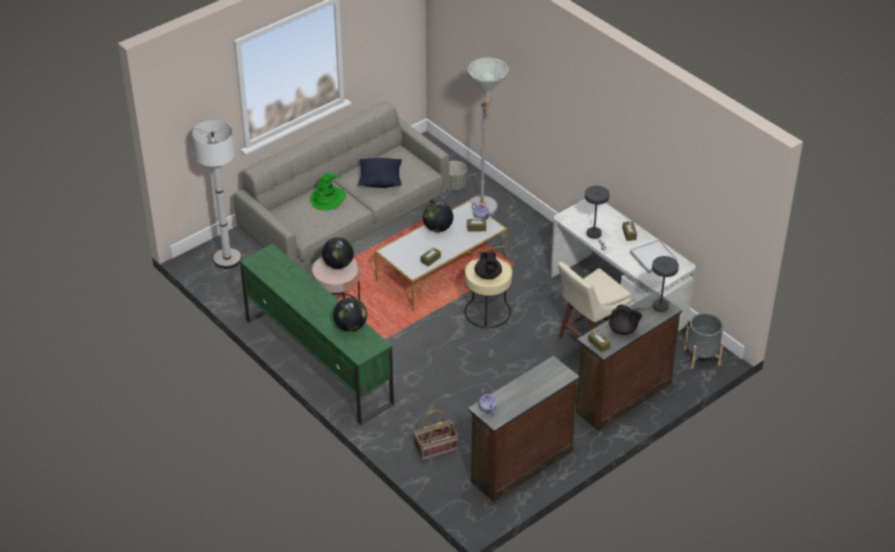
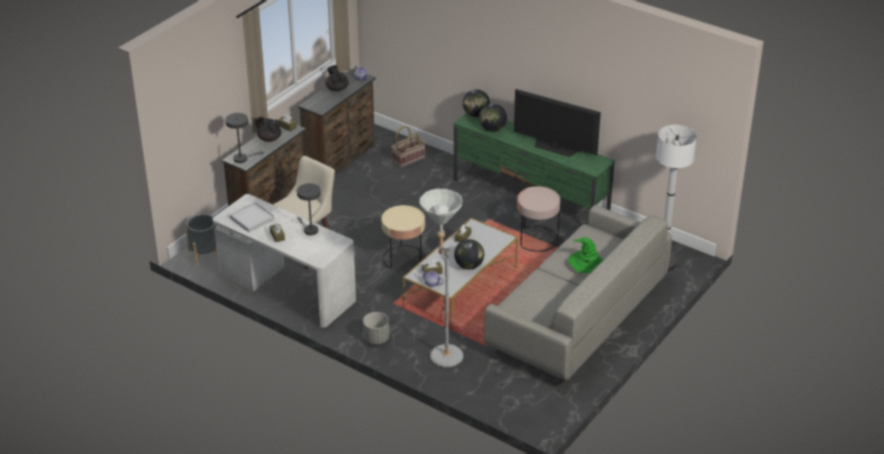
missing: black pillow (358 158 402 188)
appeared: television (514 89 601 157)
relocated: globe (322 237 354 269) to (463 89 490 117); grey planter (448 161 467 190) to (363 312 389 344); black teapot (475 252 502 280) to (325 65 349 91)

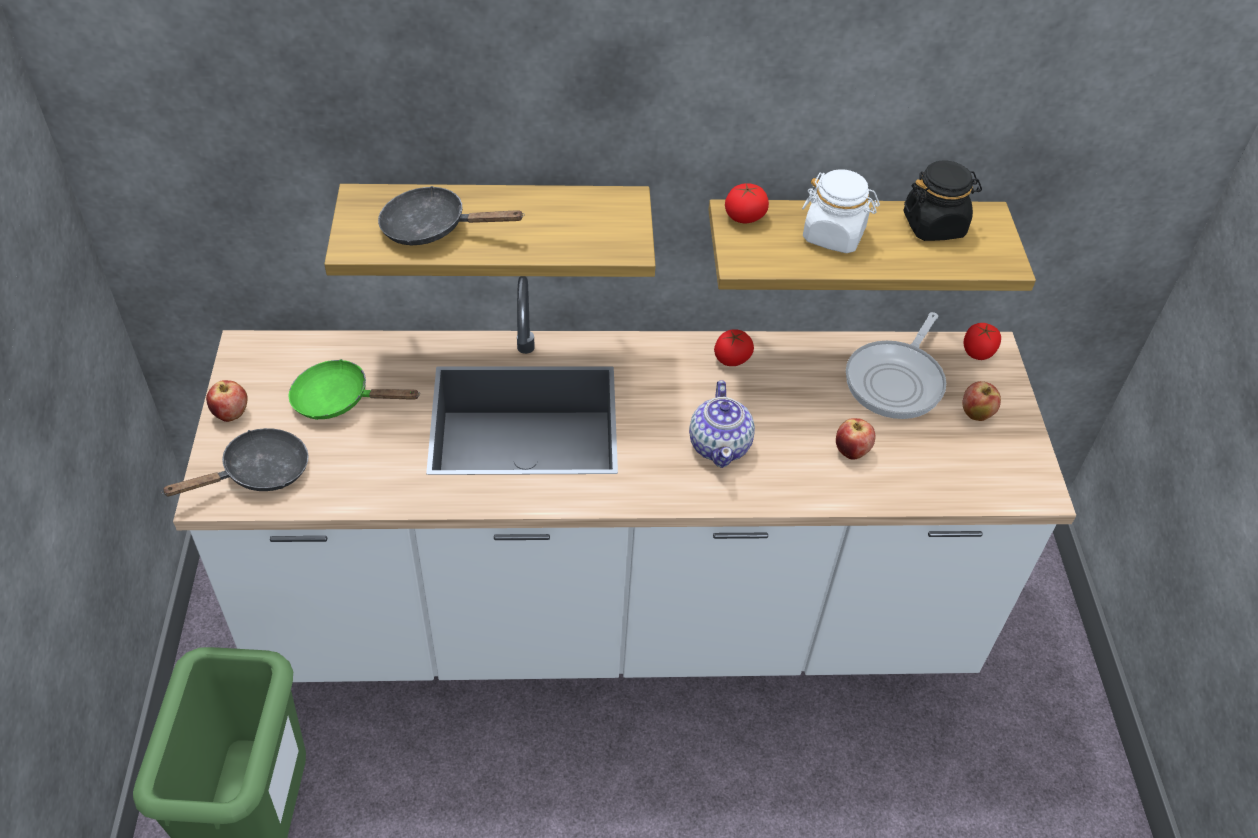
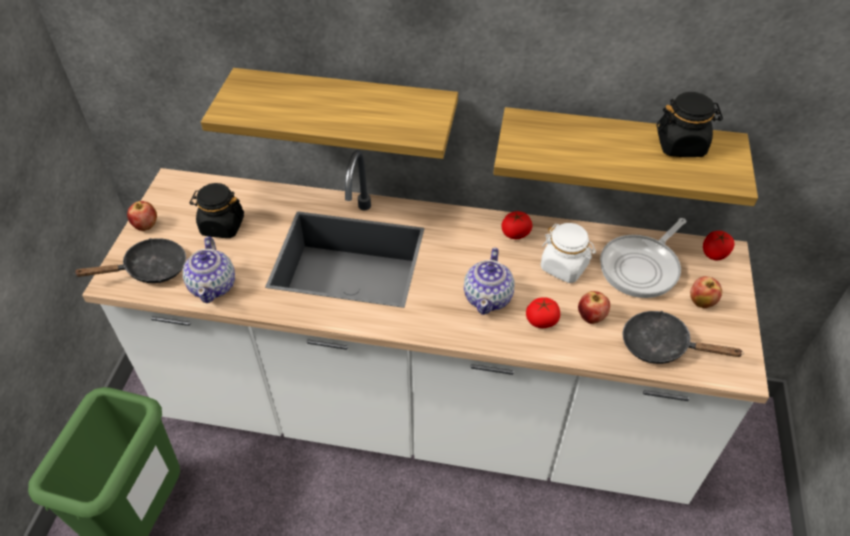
appeared: teapot (183 236 235 303)
relocated: black frying pan (378 186 525 246) to (622 311 744 364); tomato (725 183 769 224) to (526 297 560 328); white jar (802 169 880 253) to (541 223 596 283)
exchanged: green frying pan (289 359 420 420) to black jar (190 183 244 238)

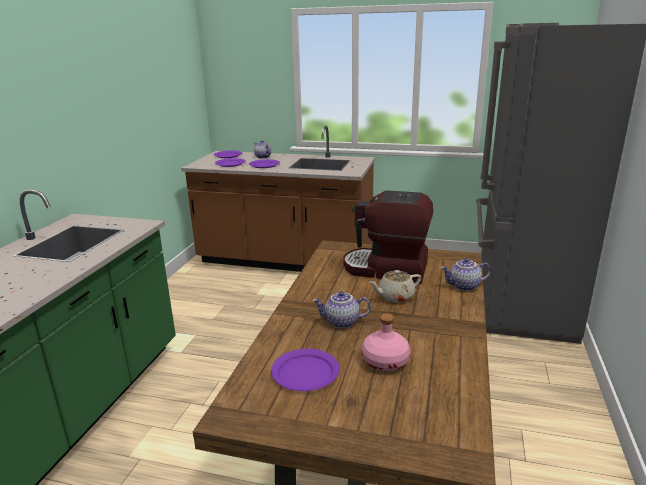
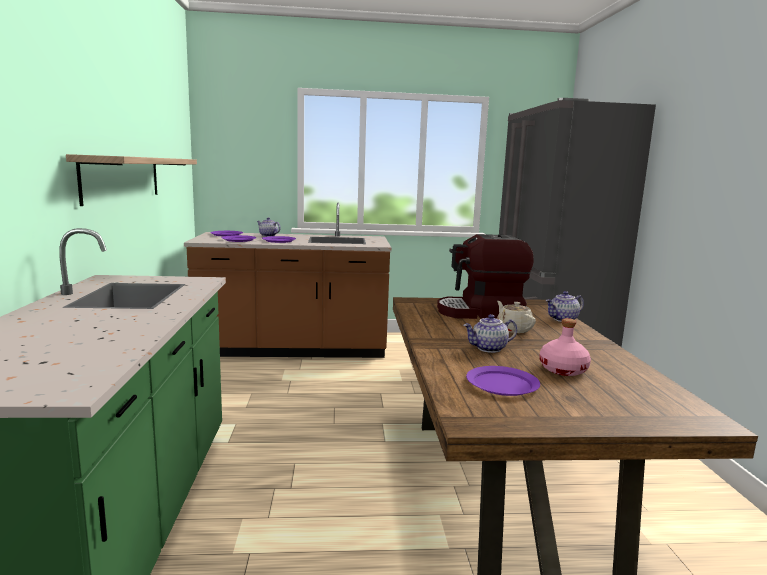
appeared: shelf (66 154 197 206)
spun: beige teapot (369 270 421 303) = (497 301 536 333) 105 degrees clockwise

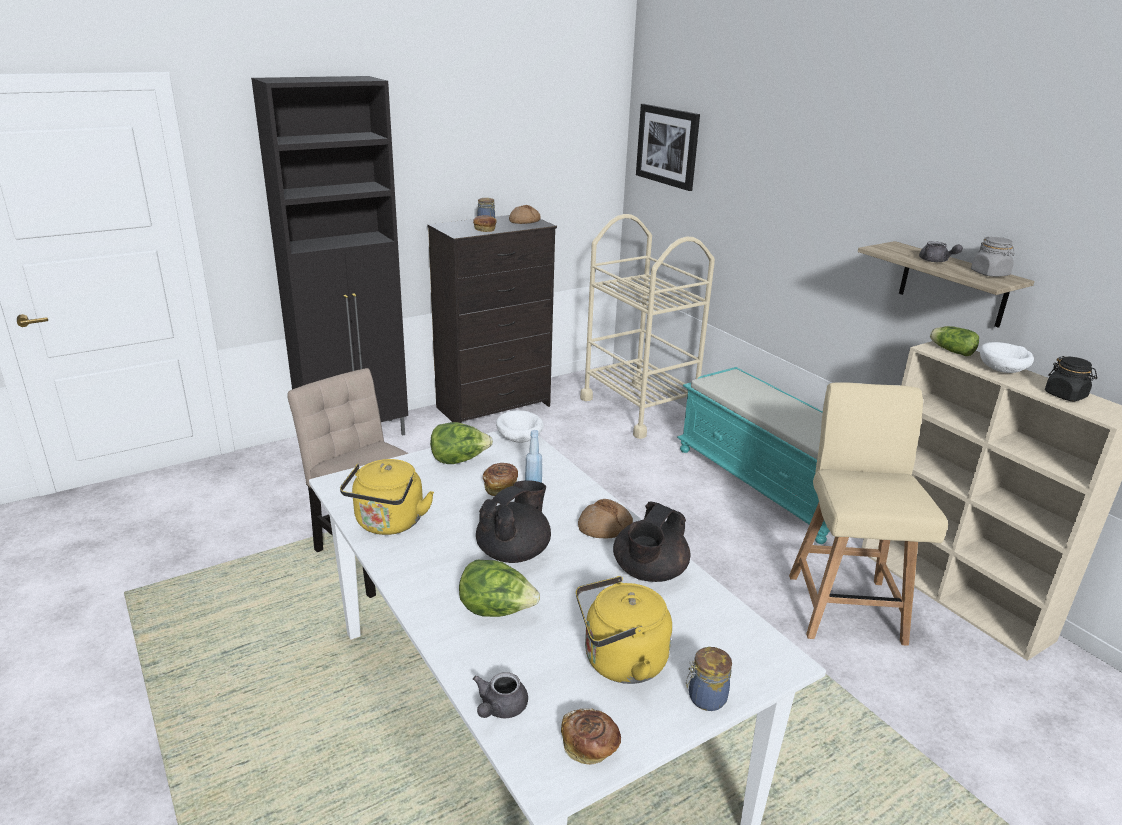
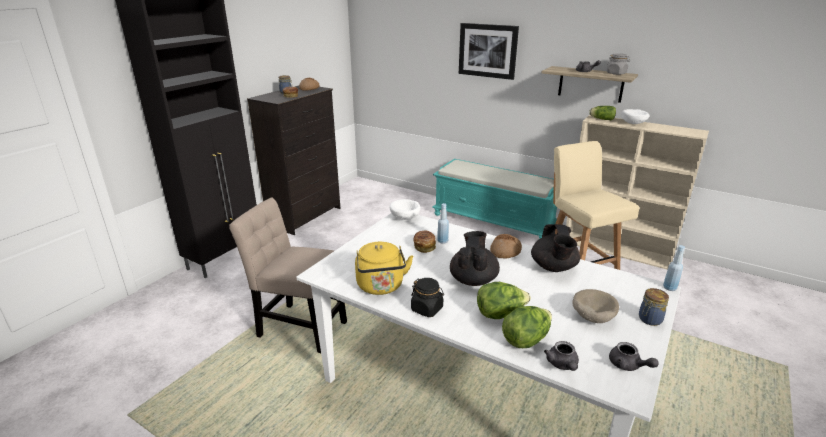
missing: beige cart (580 214 715 439)
appeared: blue bottle (663 245 685 291)
relocated: lettuce (430 422 493 464) to (502 306 552 348); picture (636 104 700 191) to (459 23 519 80); black jar (1045 356 1097 402) to (411 278 444 317)
exchanged: bread (561 708 621 765) to grey teapot (609 342 659 371); yellow kettle (576 576 672 684) to beige bowl (572 289 619 323)

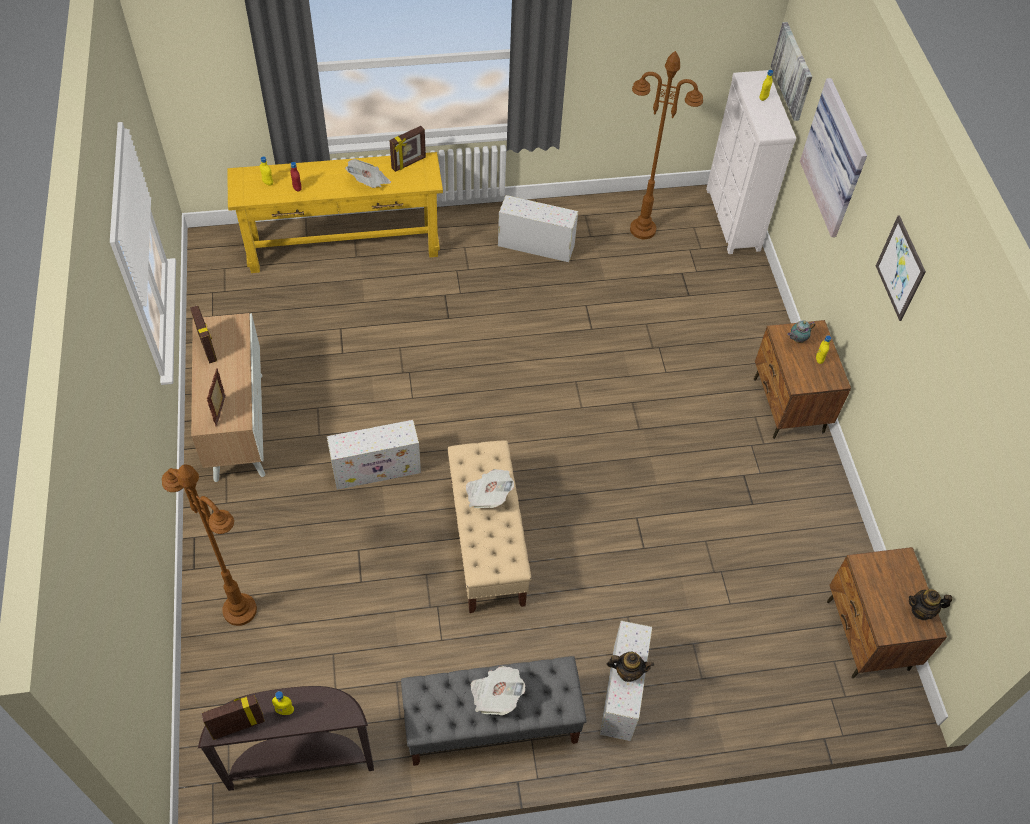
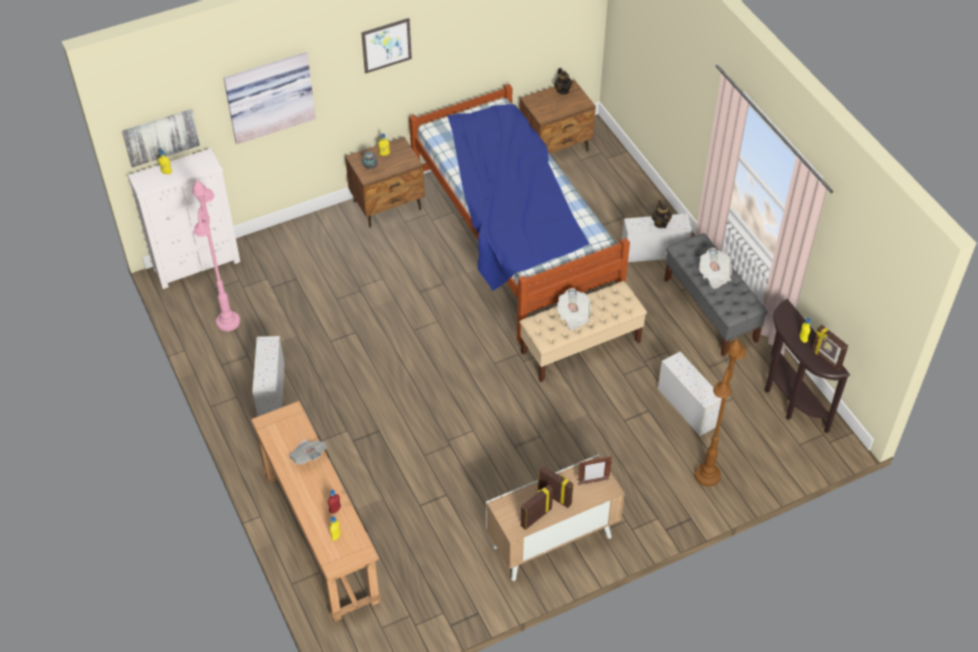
appeared: bed (409 84 630 344)
relocated: white storage box (327 420 421 490) to (658 352 722 436); picture frame (390 126 426 172) to (538 465 574 508)
colour: yellow console table (227 152 443 273) to brown console table (251 401 381 622); brown floor lamp (630 51 703 239) to pink floor lamp (193 180 240 331)

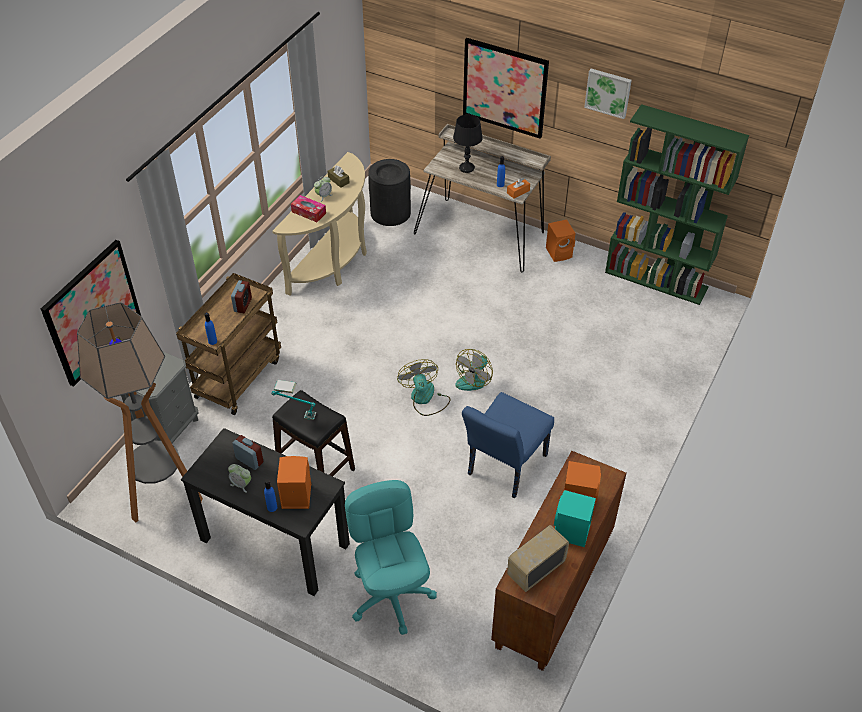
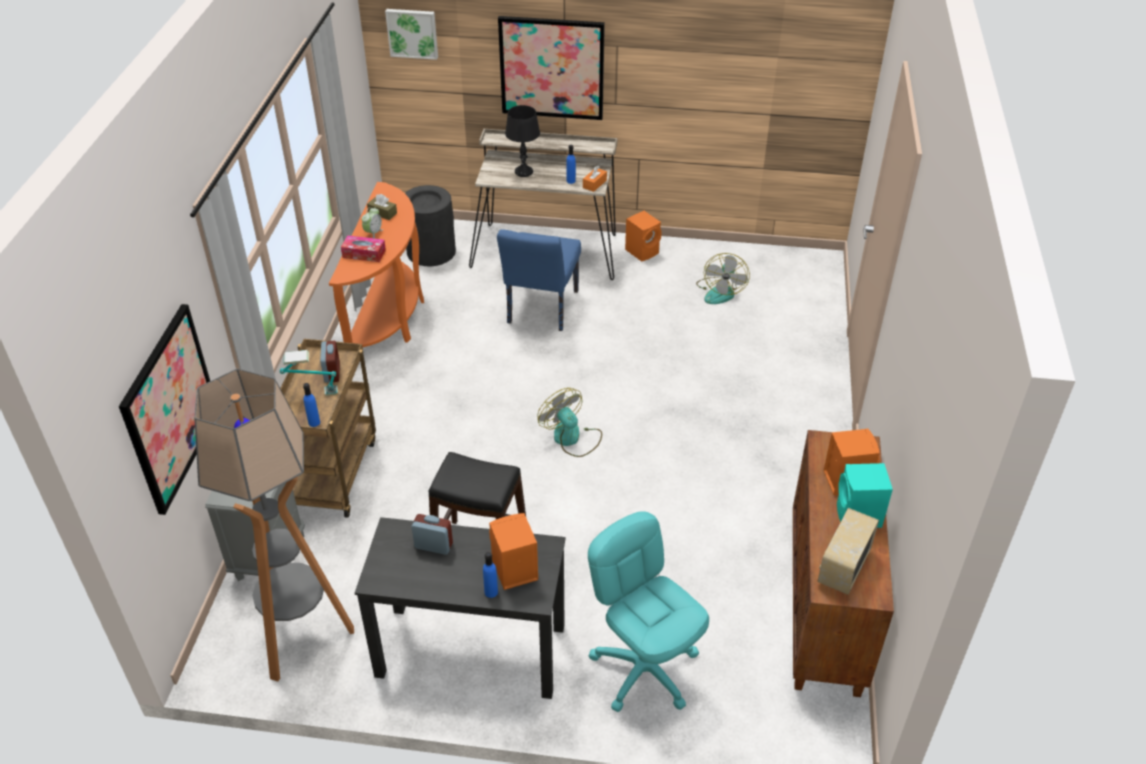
missing: alarm clock (228 464 251 493); green bookcase (605 104 749 305)
relocated: table lamp (271 380 316 420) to (280 350 338 395); fan (455 349 493 391) to (696 253 750 304); blue chair (462 392 554 498) to (497 229 581 331); picture (584 69 632 119) to (385 9 438 60)
colour: beige console table (272 152 367 296) to orange console table (329 182 424 347)

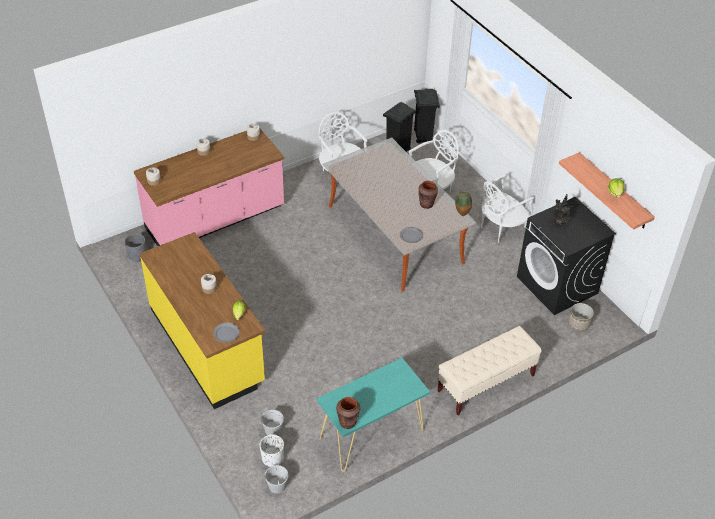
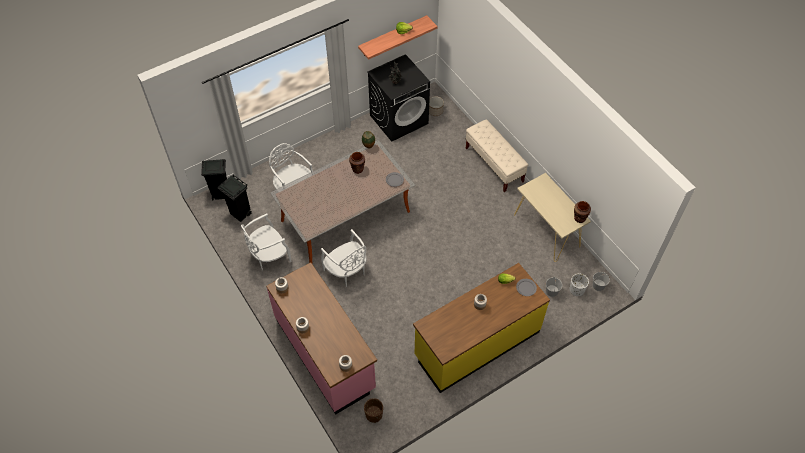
relocated: white chair (481 174 534 243) to (321 229 367 287)
colour: grey planter (124 233 146 262) to brown planter (364 398 383 423); turquoise console table (317 358 430 472) to beige console table (514 173 591 262)

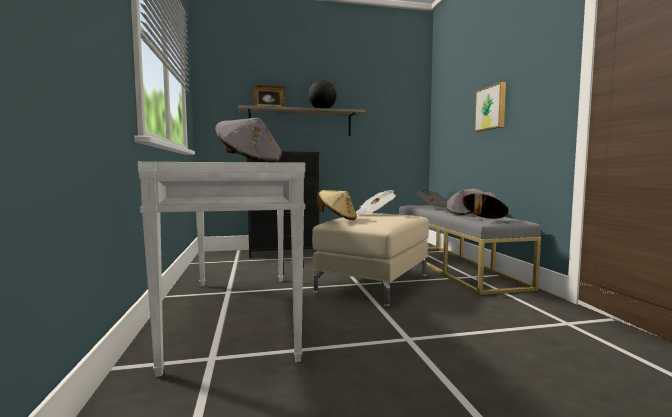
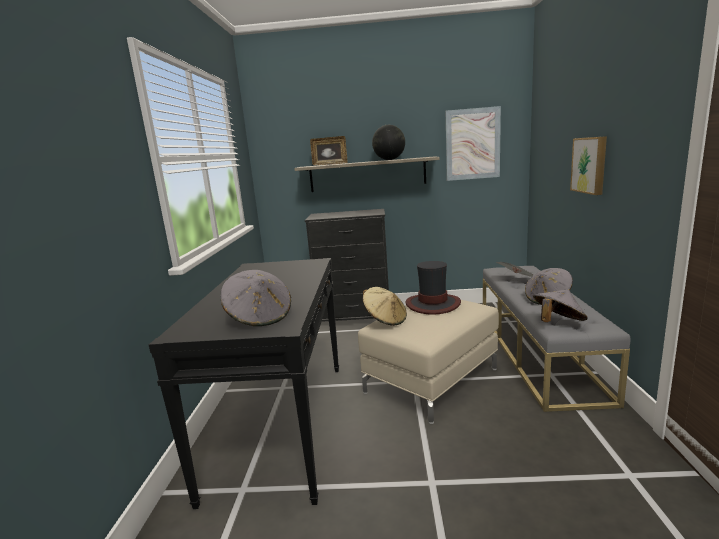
appeared: picture (446 106 501 181)
exchanged: newspaper (356 190 396 215) to hat (406 261 461 315)
colour: white console table (138 162 305 377) to black console table (149 258 339 509)

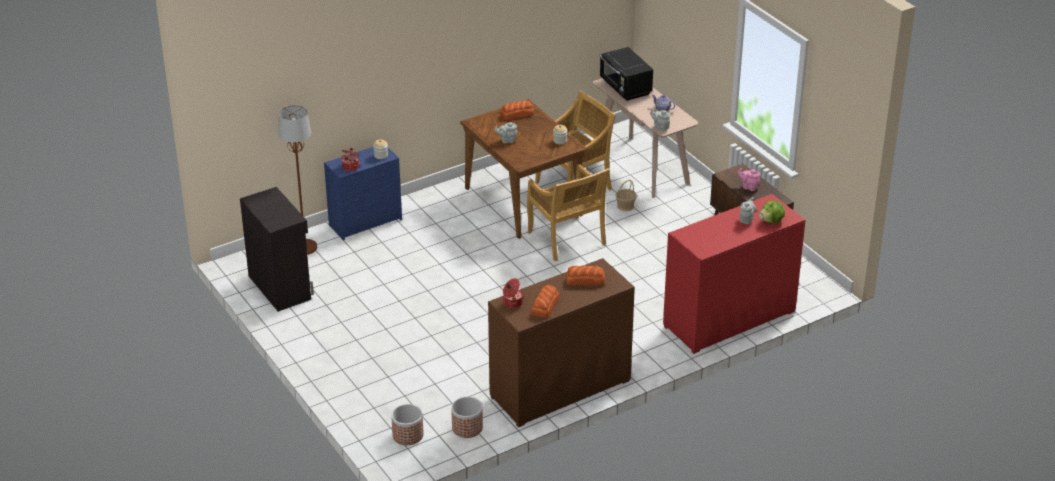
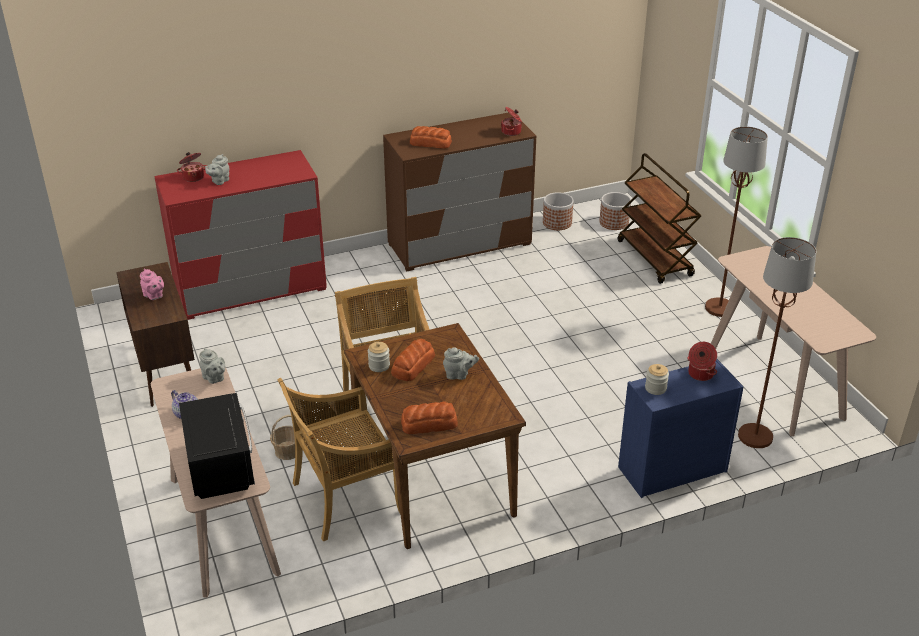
appeared: brown cart (617 153 701 284); brown floor lamp (705 126 768 317)
relocated: bread (531 285 559 318) to (391 339 435 381)
exchanged: black cabinet (240 187 314 312) to beige console table (711 246 876 436); lettuce (759 201 785 223) to cooking pot (177 152 206 182)

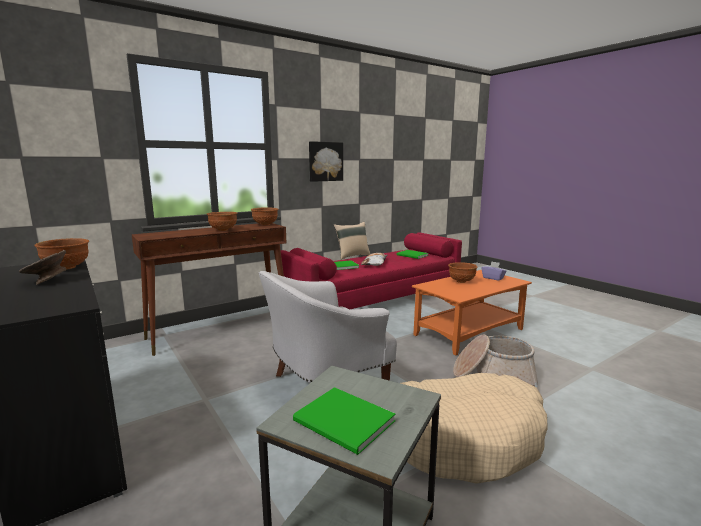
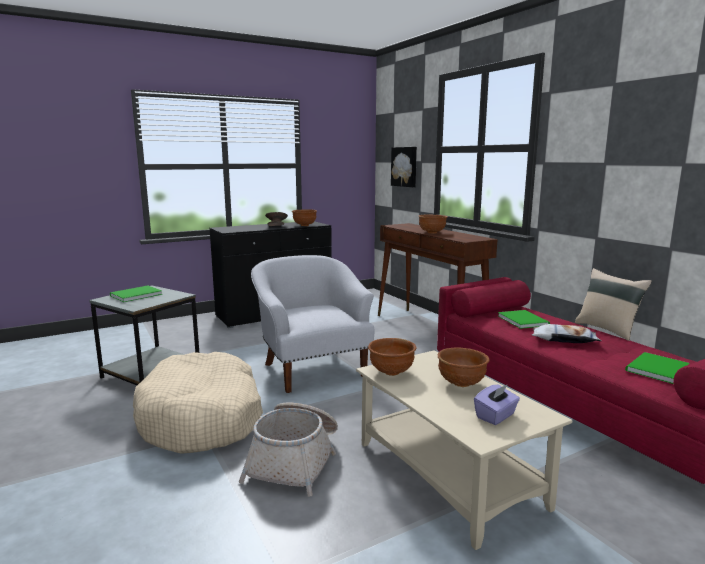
relocated: brown bowl (251 207 279 226) to (368 338 416 376); picture (309 141 343 182) to (391 147 417 187)
colour: orange coffee table (412 270 532 356) to beige coffee table (356 351 572 550)

